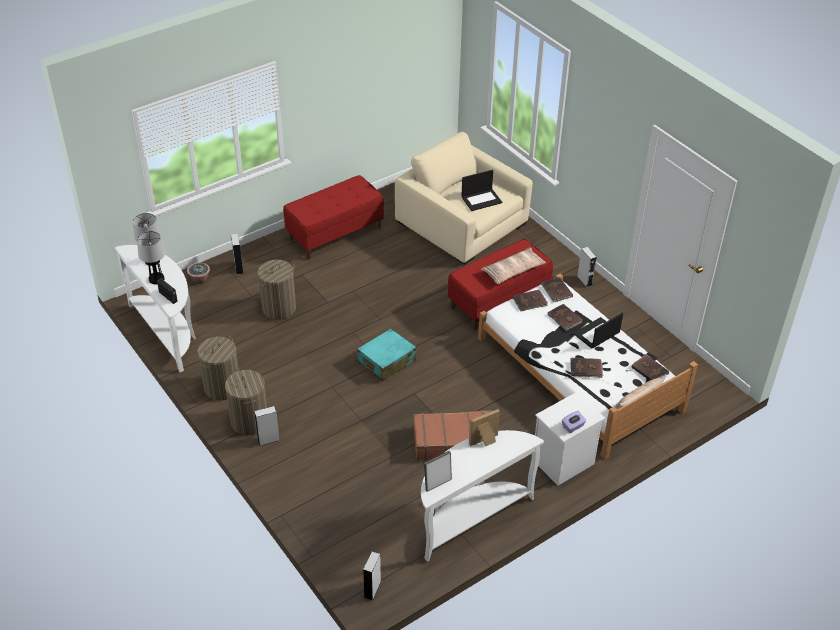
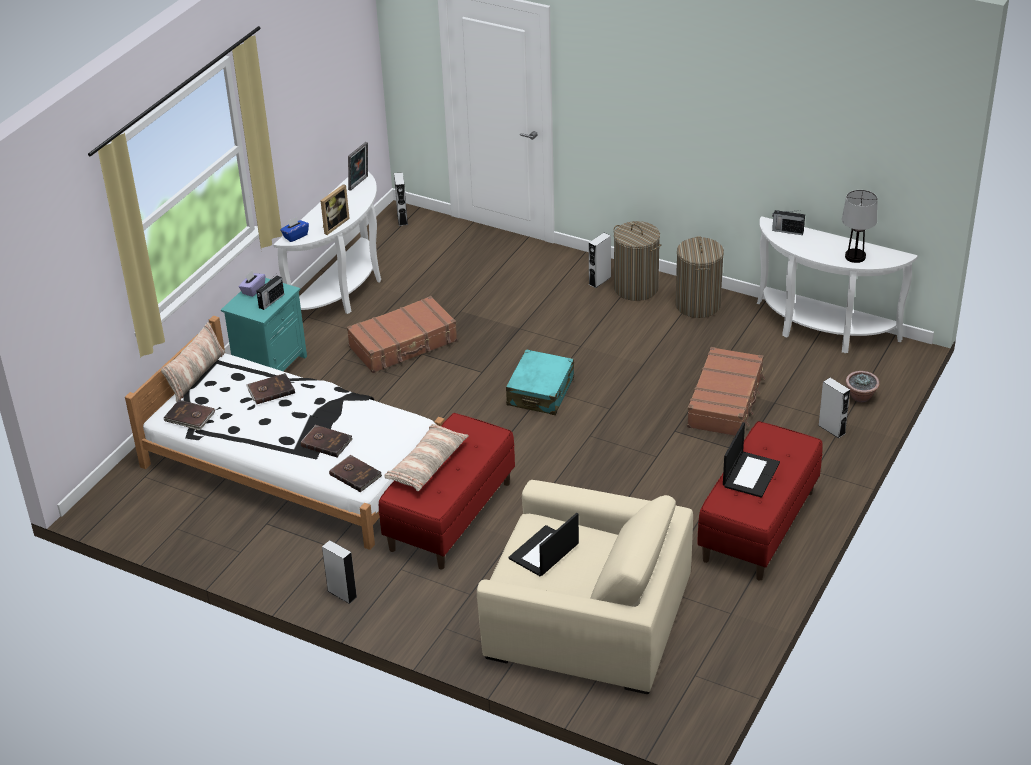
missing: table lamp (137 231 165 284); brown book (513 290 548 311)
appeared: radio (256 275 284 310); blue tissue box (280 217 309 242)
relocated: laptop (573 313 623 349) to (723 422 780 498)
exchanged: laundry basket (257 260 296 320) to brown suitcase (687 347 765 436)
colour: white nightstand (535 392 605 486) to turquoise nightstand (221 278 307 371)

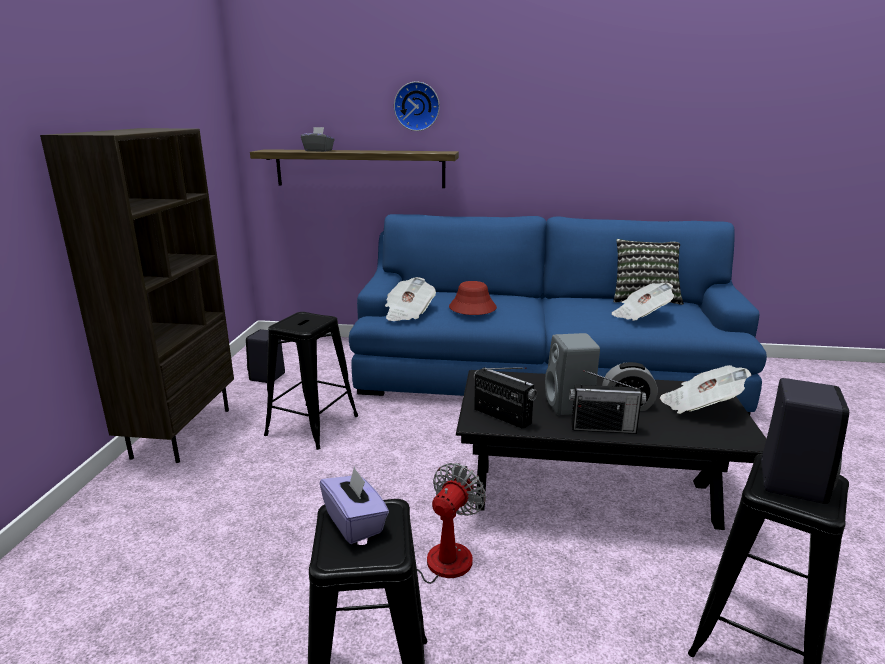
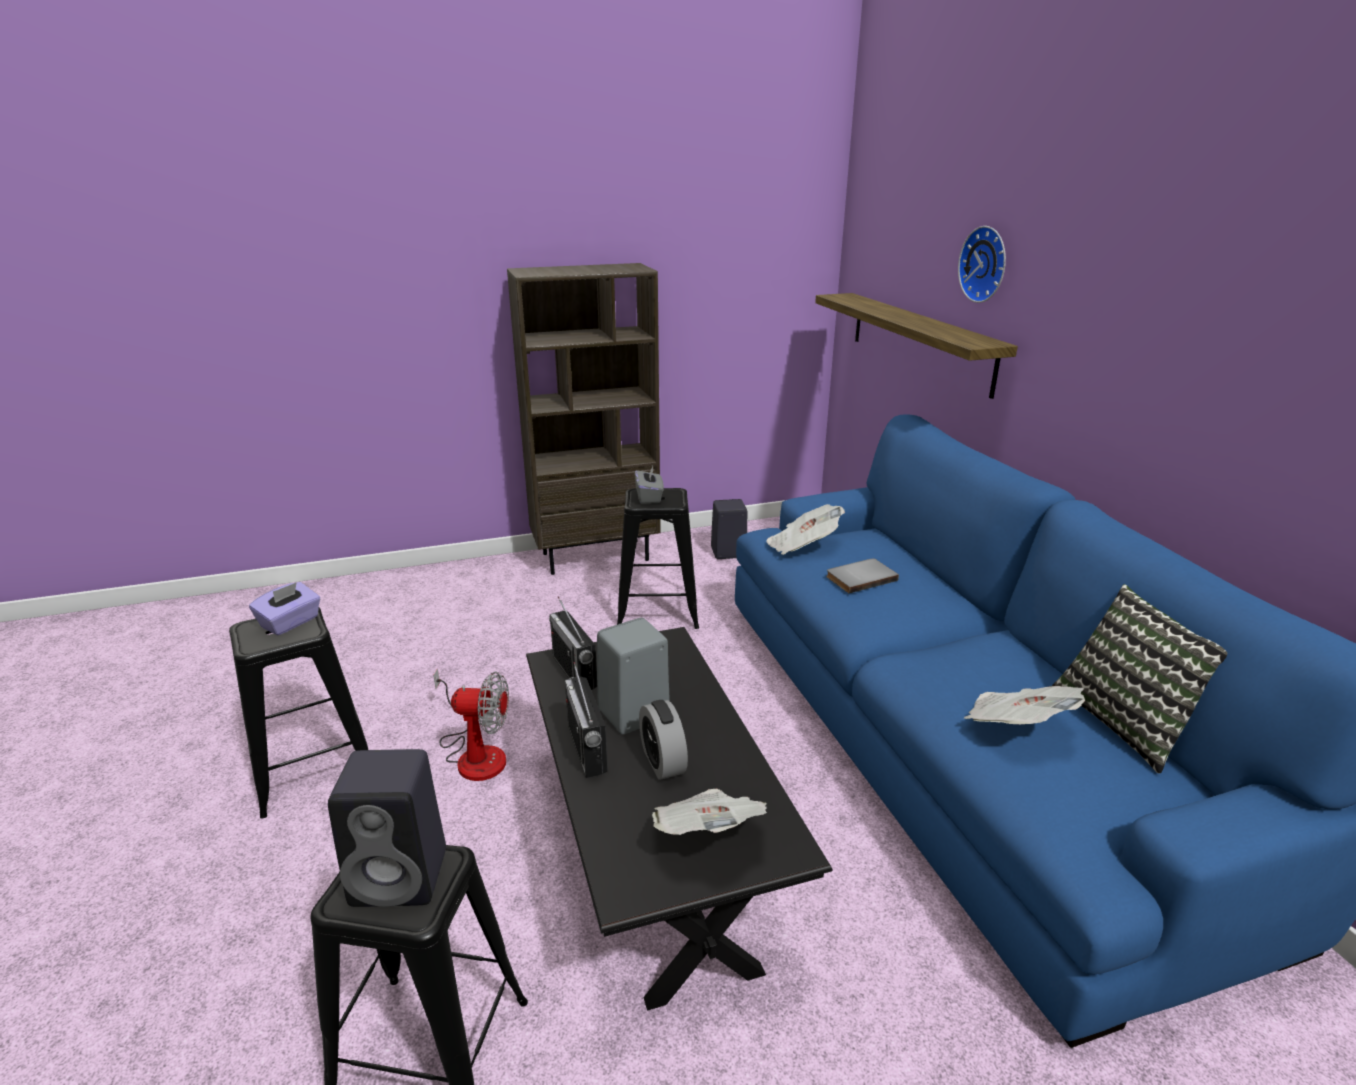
relocated: grey tissue box (301 127 335 152) to (635 466 664 504)
exchanged: red hat (449 281 497 315) to grey book (826 558 899 593)
spun: radio (474 367 537 428) = (549 596 597 690) 135 degrees clockwise

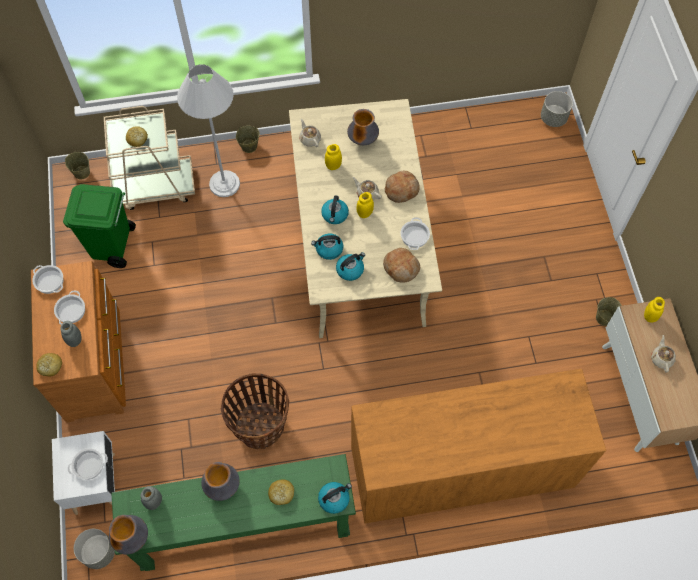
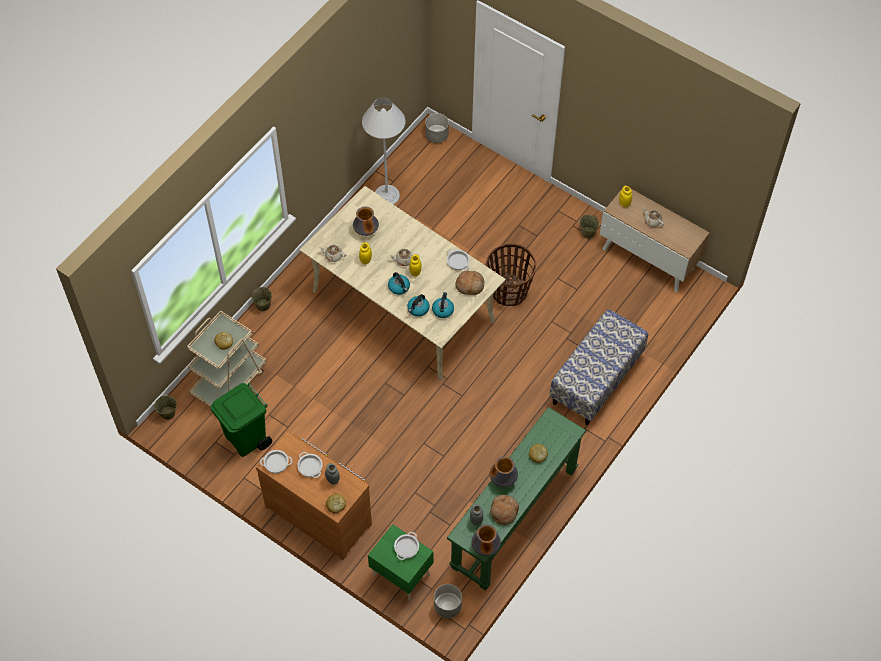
missing: kettle (318 482 352 514)
relocated: white floor lamp (177 64 240 197) to (362 97 406 205); basket (220 373 289 449) to (486 244 536 306); bread (385 171 420 203) to (490 495 519 525)
exchanged: brown dresser (351 369 606 523) to bench (549 309 648 425)
colour: white nightstand (52 431 115 515) to green nightstand (368 524 433 601)

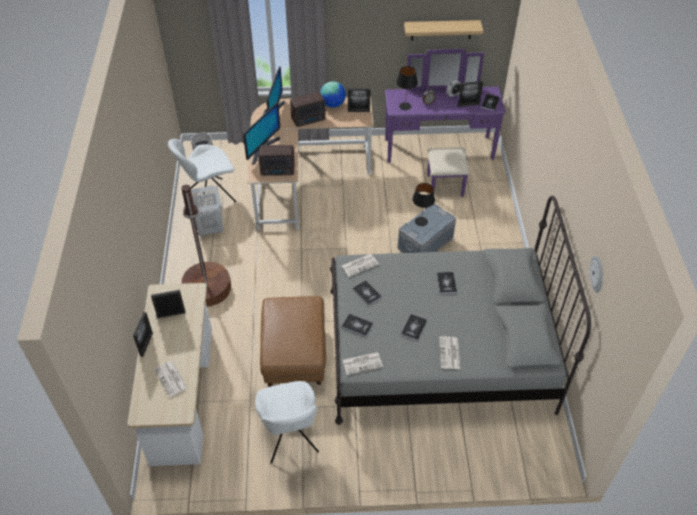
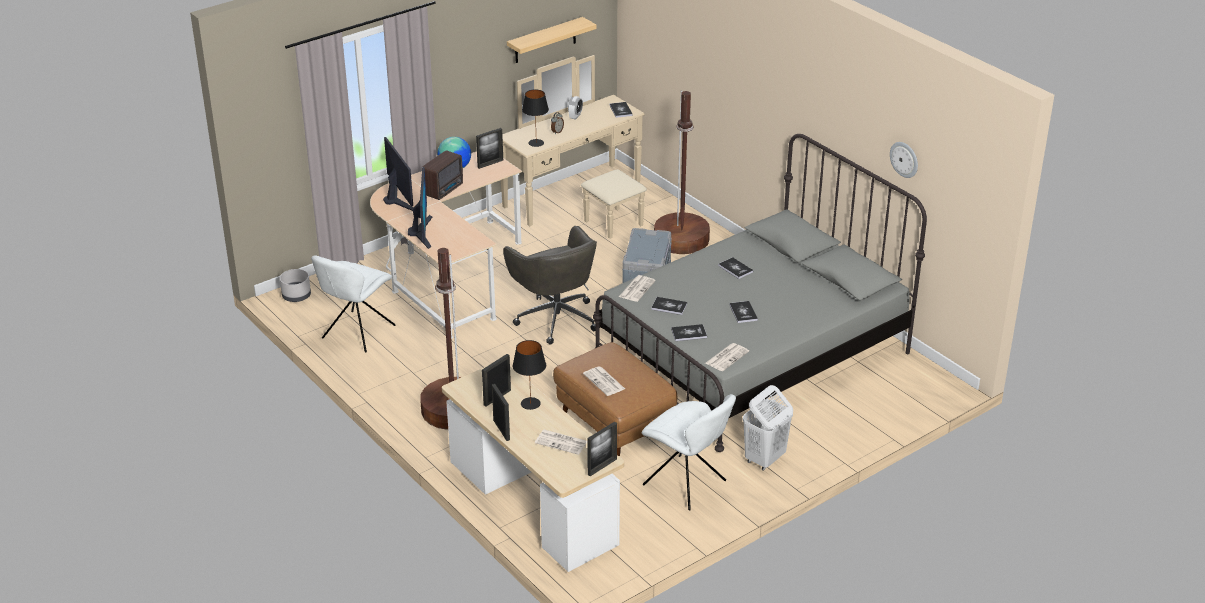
missing: radio (259 145 295 176)
appeared: grey office chair (503 226 597 345); brown floor lamp (654 90 710 254)
relocated: white laundry basket (191 186 223 236) to (743 385 793 471); black table lamp (412 183 435 226) to (513 340 546 410); newspaper (439 337 460 369) to (583 366 625 396); picture frame (458 81 483 107) to (587 422 617 476)
colour: purple dresser (385 49 506 197) to beige dresser (501 55 647 239)

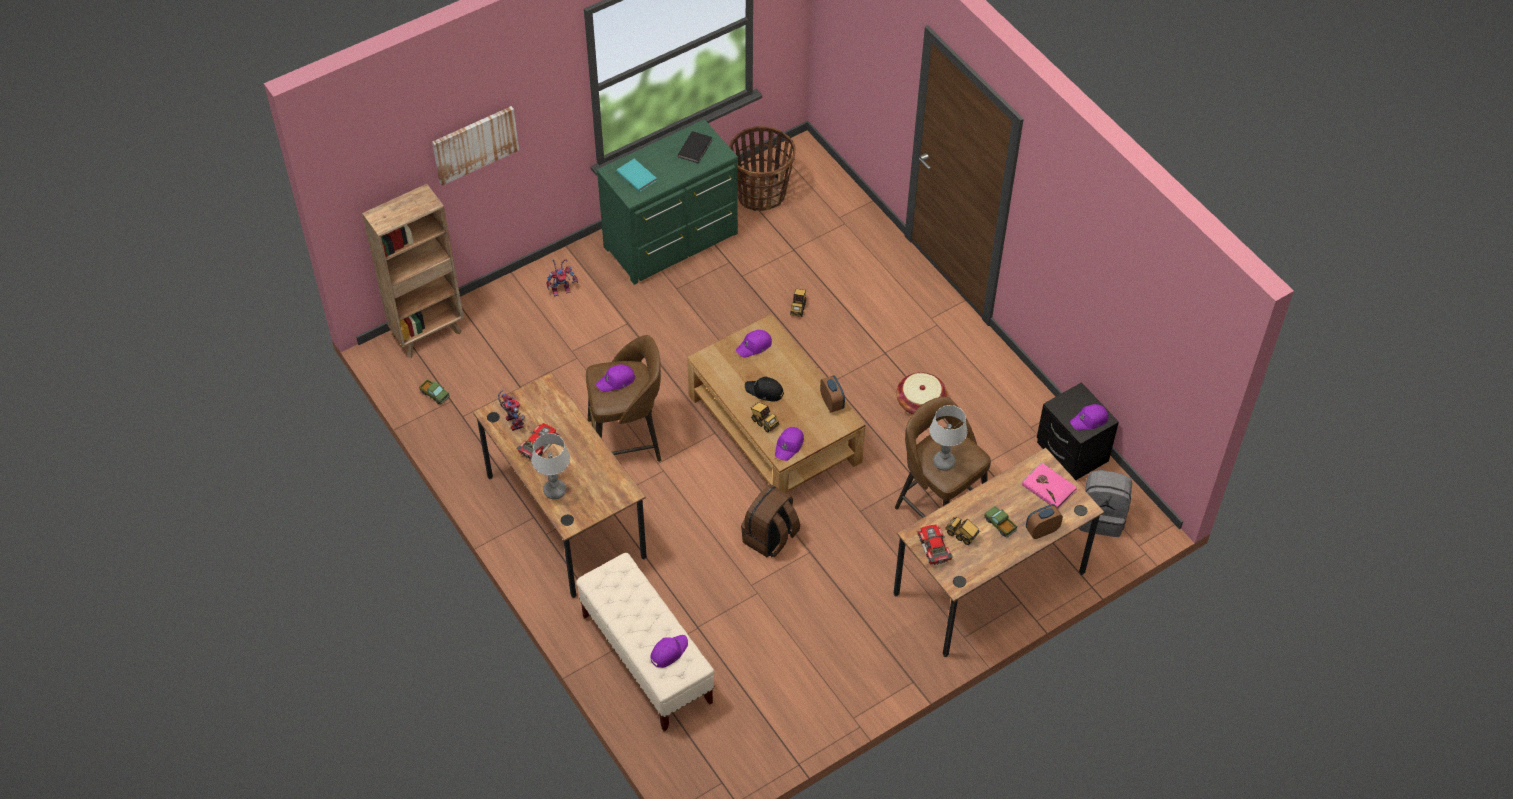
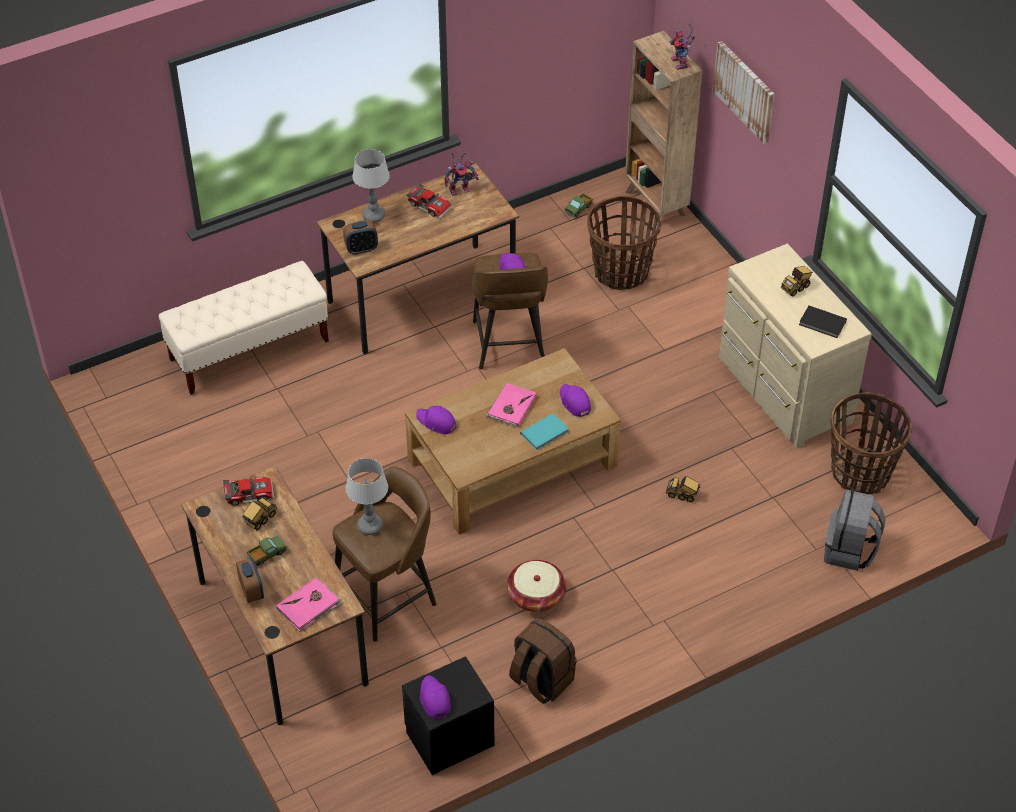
missing: purple cap (651 635 688 668)
appeared: basket (587 195 661 290)
relocated: toy robot (546 259 578 297) to (670 23 695 70); turquoise book (617 159 657 192) to (520 414 569 451); brown backpack (741 484 800 557) to (509 618 577 704); toy truck (750 402 779 432) to (781 266 812 297); alarm clock (820 376 845 412) to (343 220 378 255); grey backpack (1079 469 1132 537) to (824 490 886 571)
exchanged: black cap (745 377 784 402) to pink book (485 383 537 427)
colour: green dresser (596 119 738 285) to beige dresser (719 244 872 448)

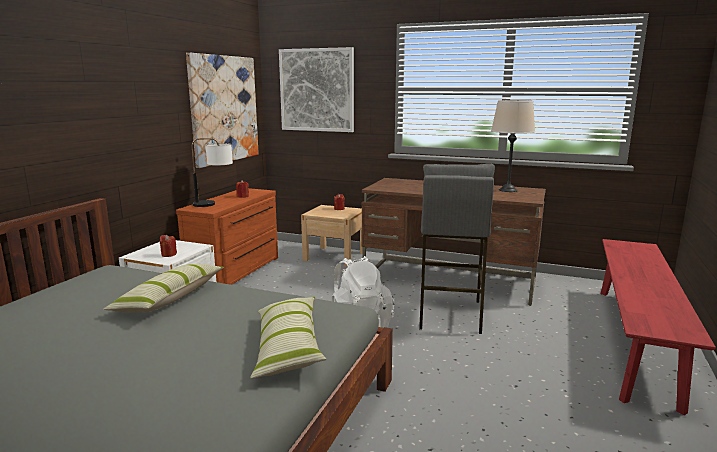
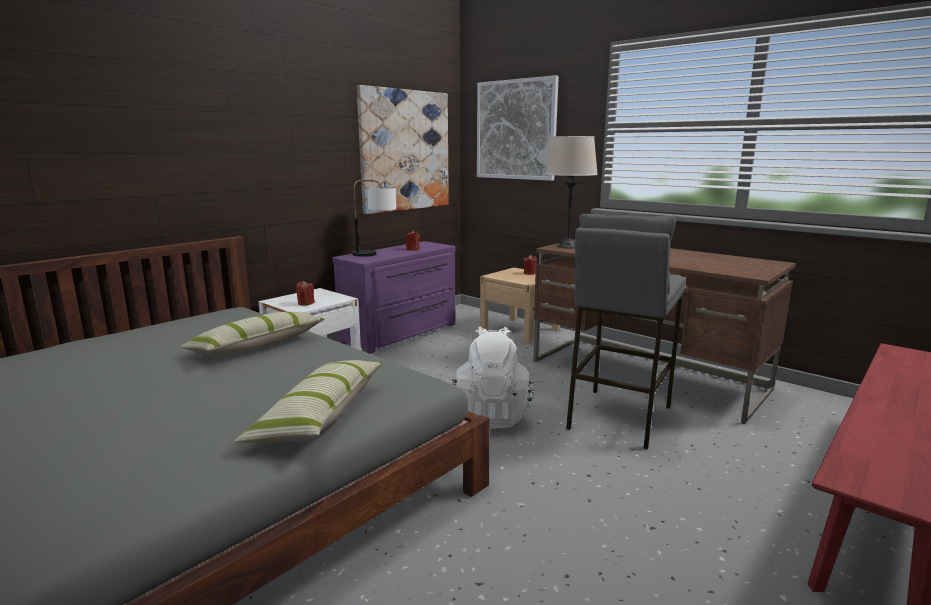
relocated: beige table lamp (491 100 535 192) to (545 136 598 248)
colour: brown dresser (176 188 278 285) to purple dresser (332 241 456 354)

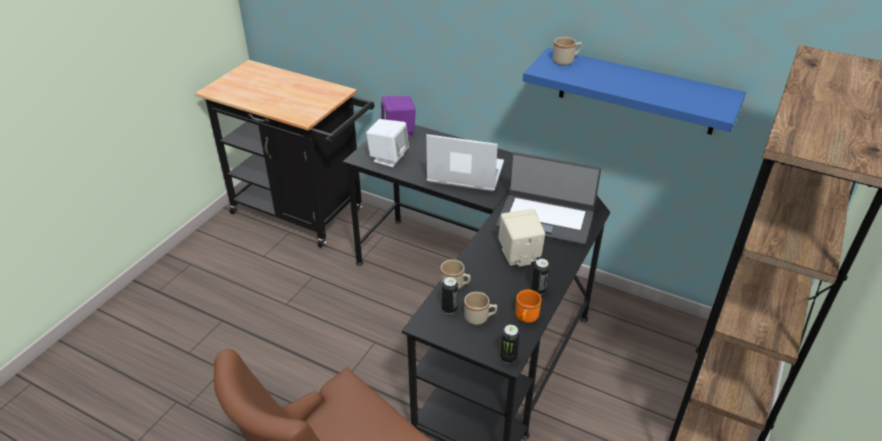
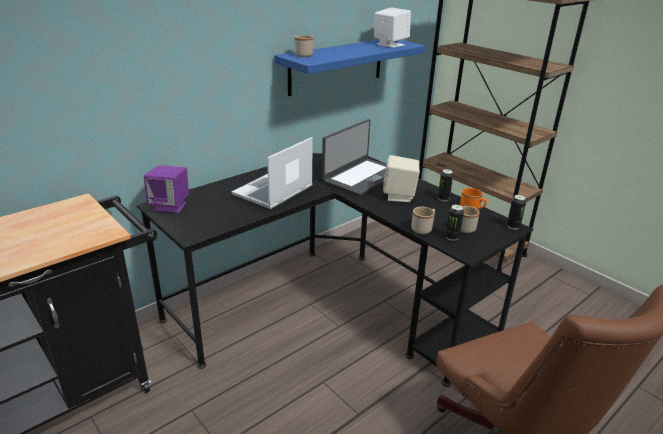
relocated: white speaker (366 119 409 167) to (374 7 411 48)

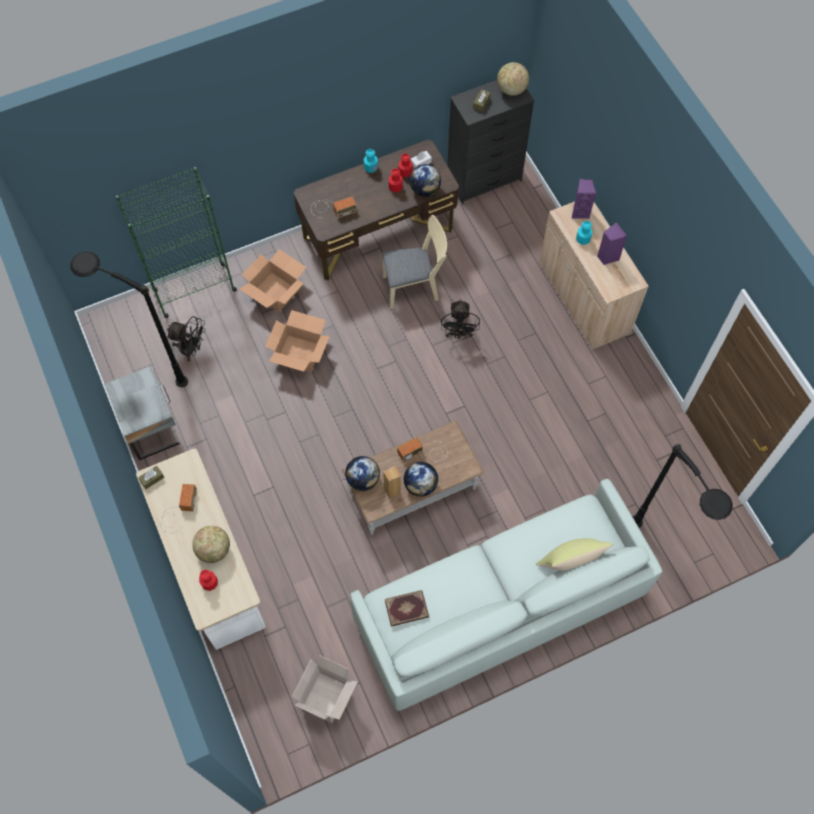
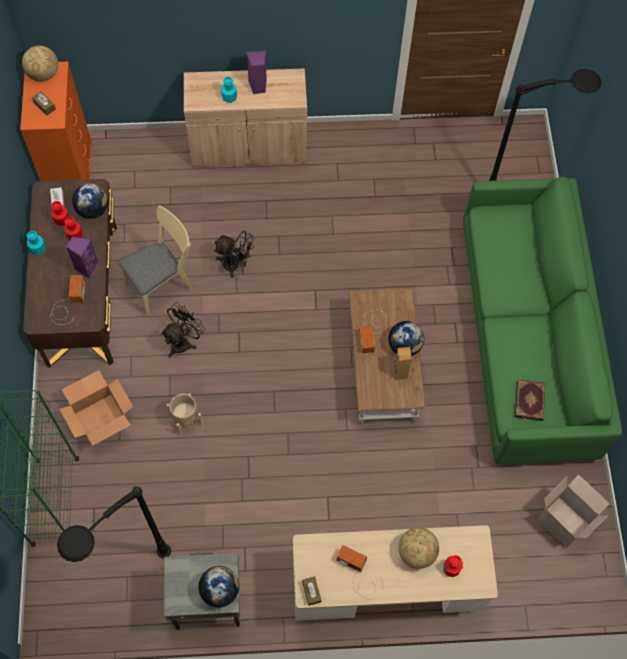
missing: yellow pillow (535 538 613 570)
relocated: black fan (167 316 206 362) to (161 302 205 358); globe (345 456 380 491) to (198 566 239 608); purple speaker (572 179 596 219) to (66 236 99 279)
exchanged: cardboard box (265 310 330 372) to beige planter (167 393 203 435)
colour: white sofa (350 479 663 711) to green sofa (463 176 622 464); black dresser (447 80 535 204) to orange dresser (20 62 92 181)
spun: beige chair (382 215 447 309) = (119 206 193 316) 45 degrees clockwise

